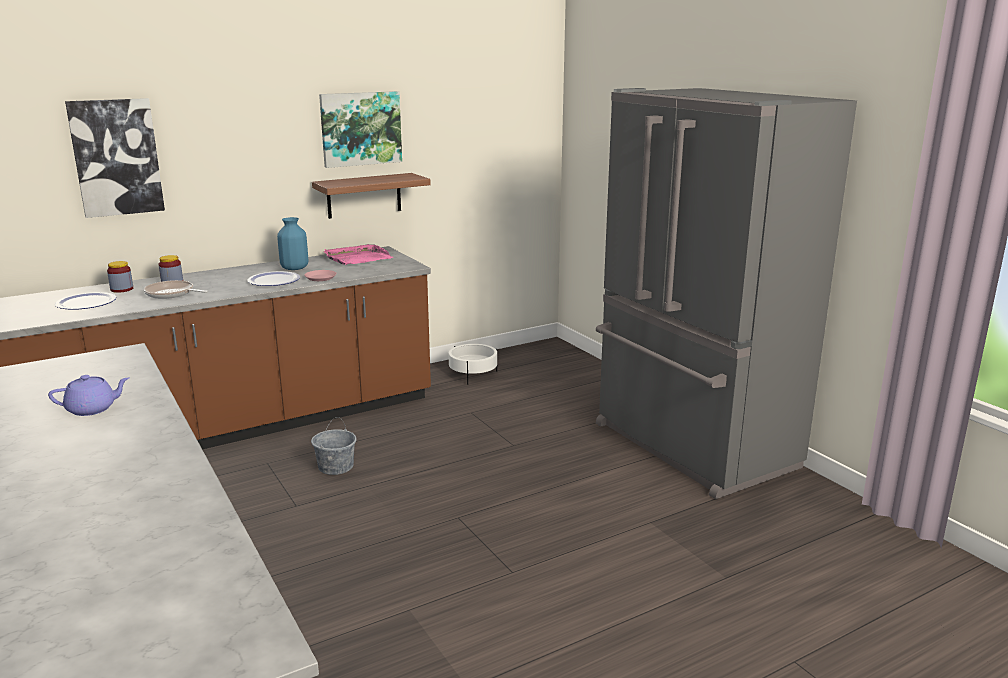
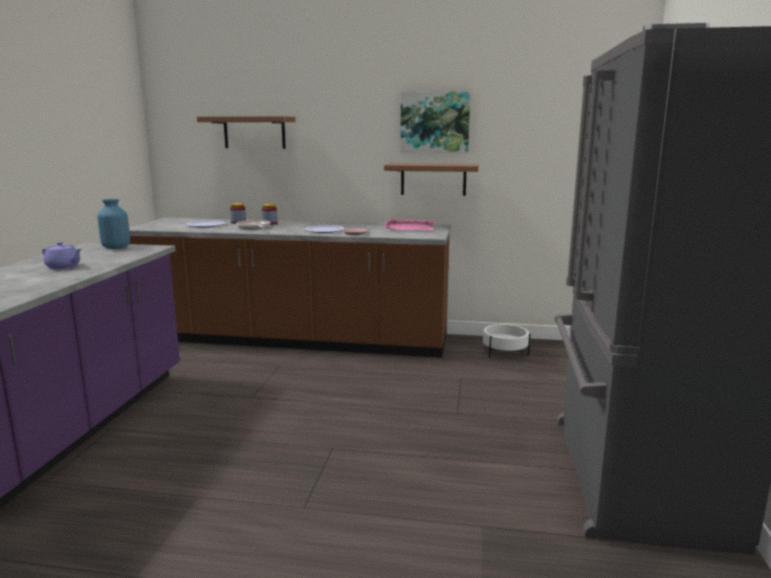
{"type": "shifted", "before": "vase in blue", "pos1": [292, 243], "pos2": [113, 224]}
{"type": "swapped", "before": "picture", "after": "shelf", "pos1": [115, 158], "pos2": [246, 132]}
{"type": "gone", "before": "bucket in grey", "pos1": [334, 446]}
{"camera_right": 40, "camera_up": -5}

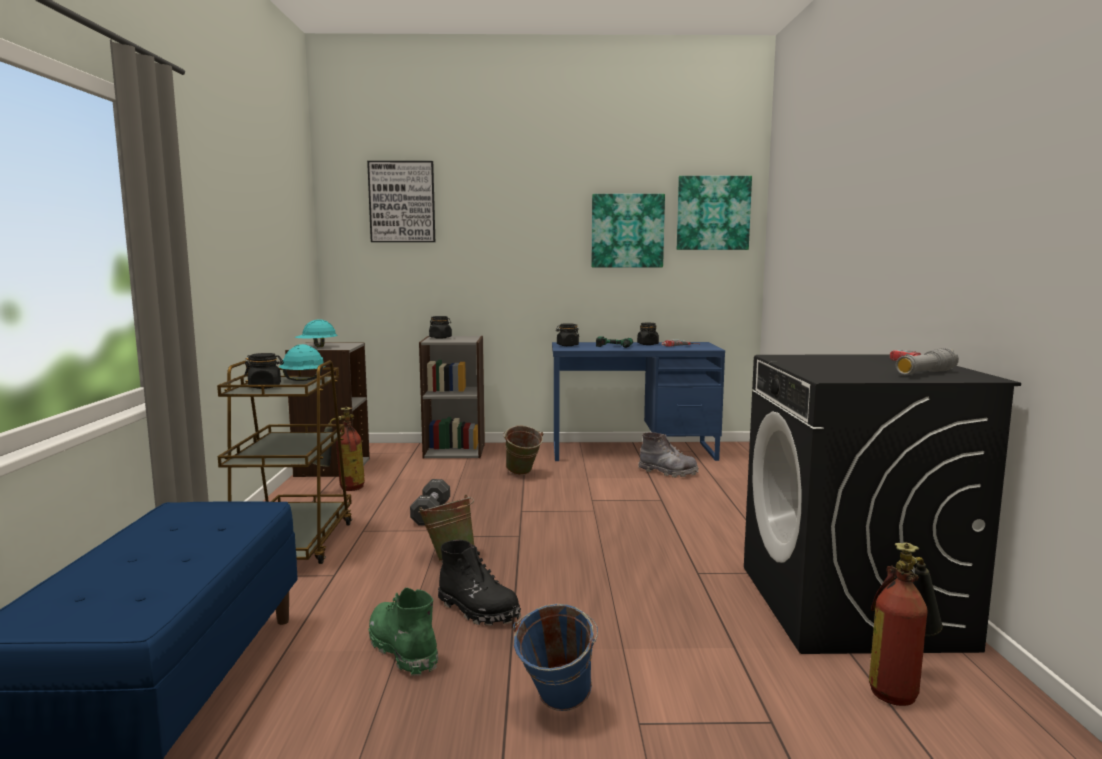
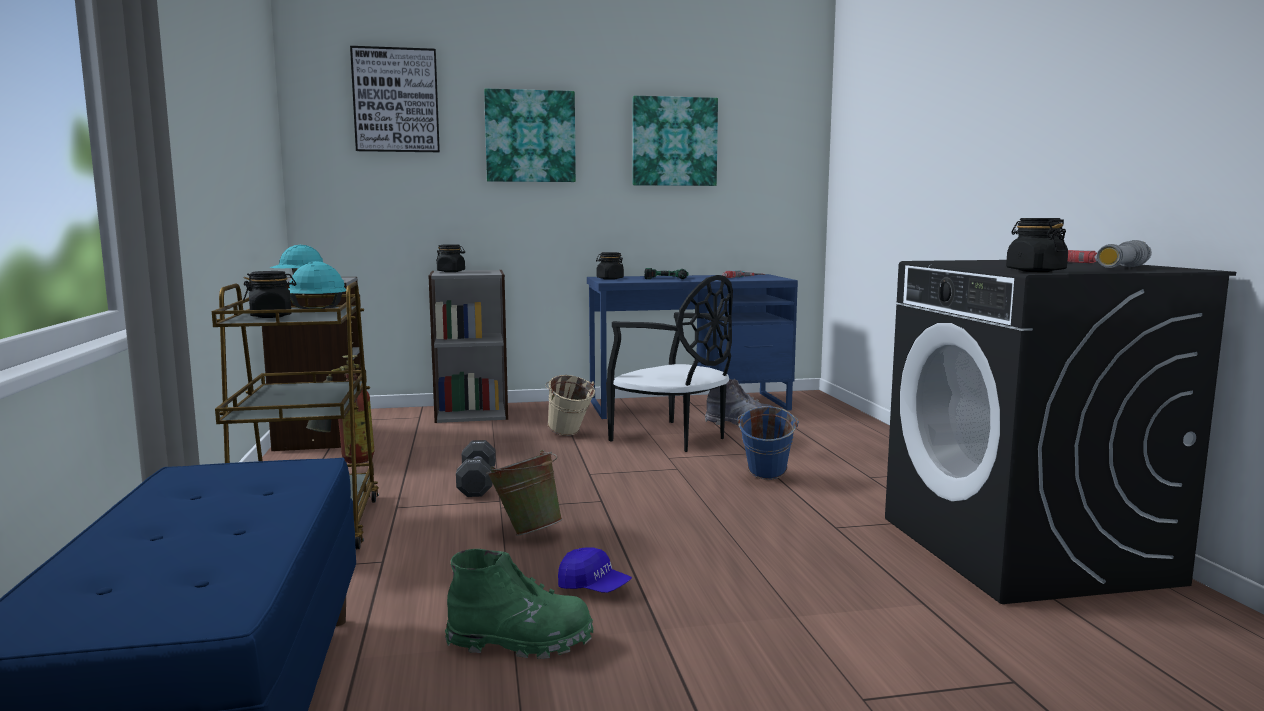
{"type": "rotated", "before": "boot in green", "pos1": [403, 632], "pos2": [519, 604], "turn": 135}
{"type": "shifted", "before": "picture", "pos1": [714, 213], "pos2": [530, 135]}
{"type": "repainted", "before": "bucket in green", "after": "bucket in beige", "pos1": [523, 450], "pos2": [570, 405]}
{"type": "swapped", "before": "boot in black", "after": "cap in blue", "pos1": [479, 583], "pos2": [595, 570]}
{"type": "new", "after": "chair in black", "pos2": [669, 363]}
{"type": "shifted", "before": "bucket in blue", "pos1": [555, 657], "pos2": [768, 443]}
{"type": "shifted", "before": "jar in black", "pos1": [648, 334], "pos2": [1037, 245]}
{"type": "gone", "before": "fire extinguisher", "pos1": [906, 624]}
{"camera_right": -10, "camera_up": 0}

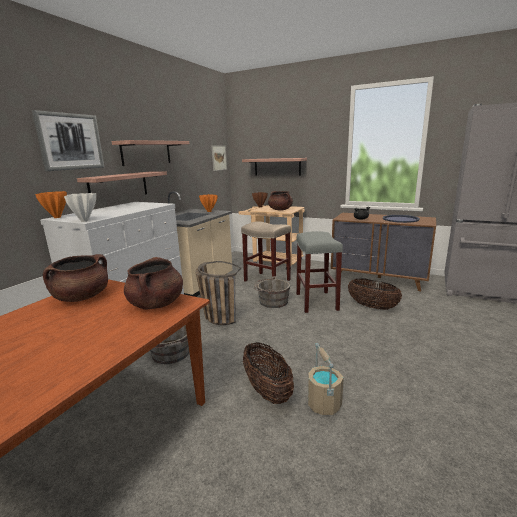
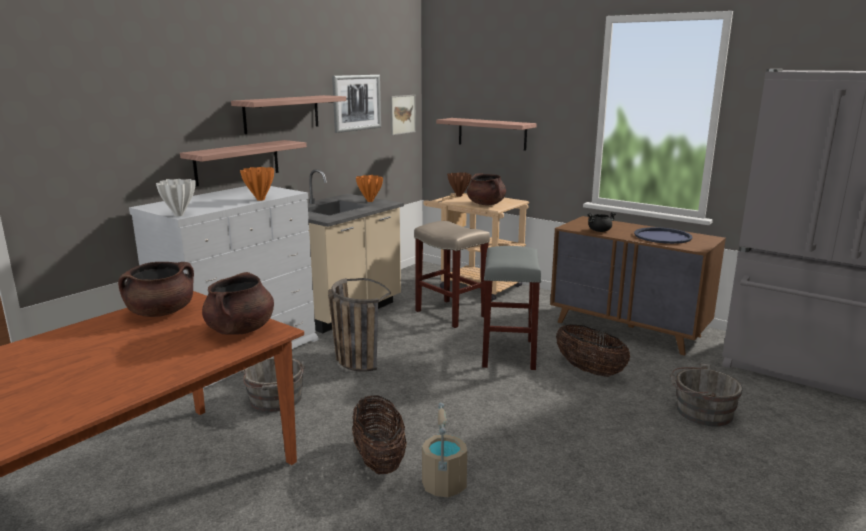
{"type": "shifted", "before": "vase in orange", "pos1": [51, 204], "pos2": [257, 184]}
{"type": "shifted", "before": "picture", "pos1": [68, 140], "pos2": [356, 104]}
{"type": "shifted", "before": "bucket in grey", "pos1": [272, 292], "pos2": [706, 395]}
{"camera_right": 10, "camera_up": 0}

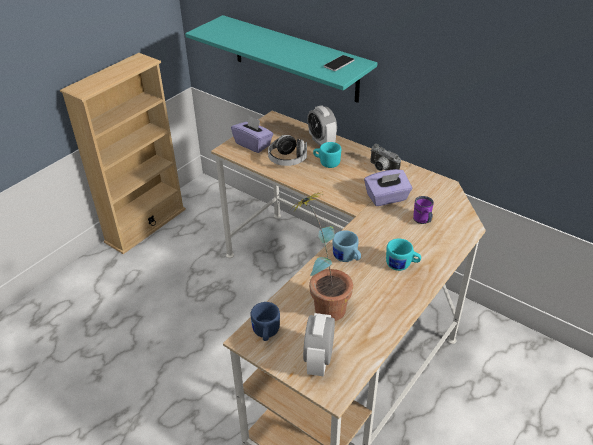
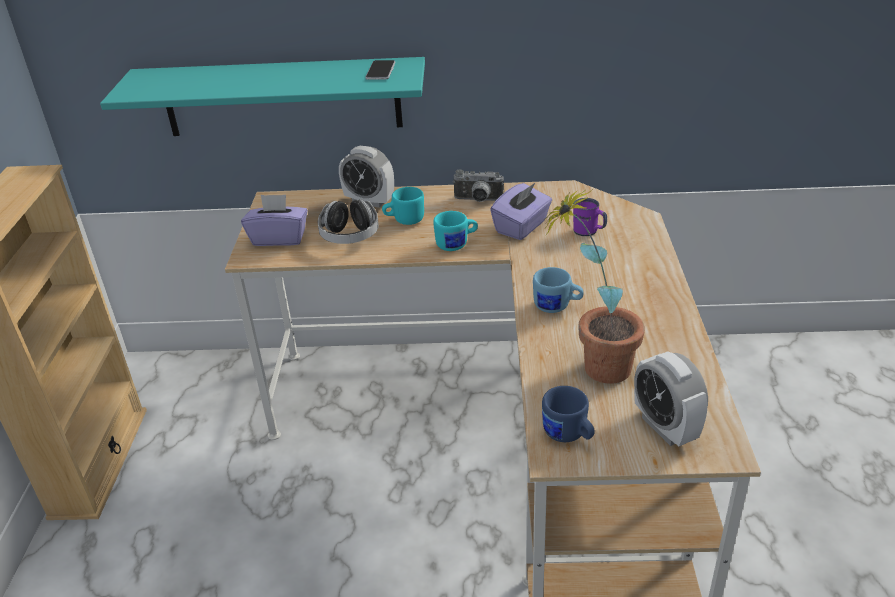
{"type": "shifted", "before": "mug in turquoise", "pos1": [403, 254], "pos2": [455, 231]}
{"camera_right": -35, "camera_up": -5}

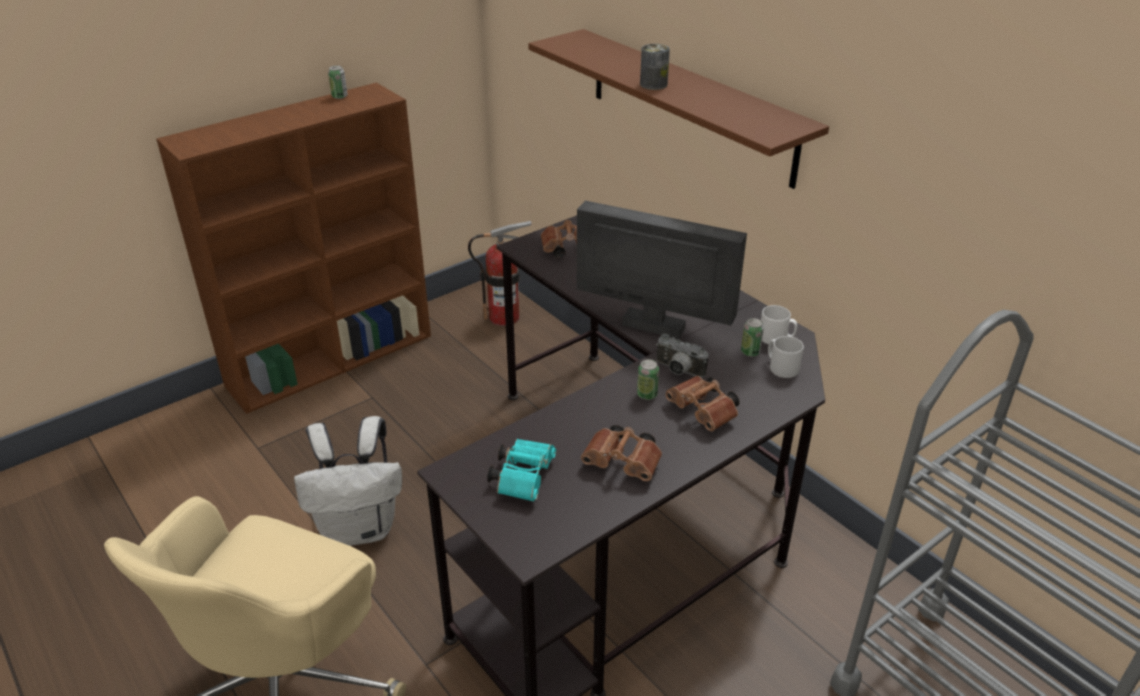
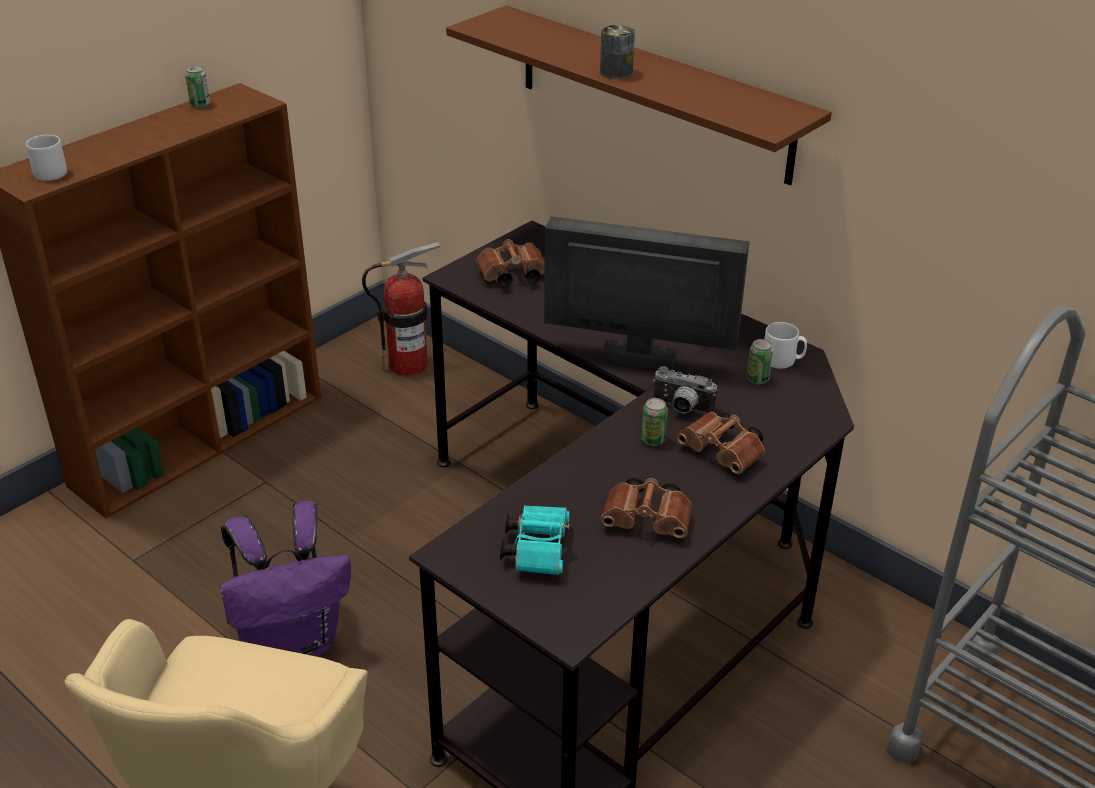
{"type": "shifted", "before": "mug in grey", "pos1": [786, 357], "pos2": [46, 158]}
{"type": "repainted", "before": "backpack in white", "after": "backpack in purple", "pos1": [348, 481], "pos2": [285, 579]}
{"camera_right": -10, "camera_up": 0}

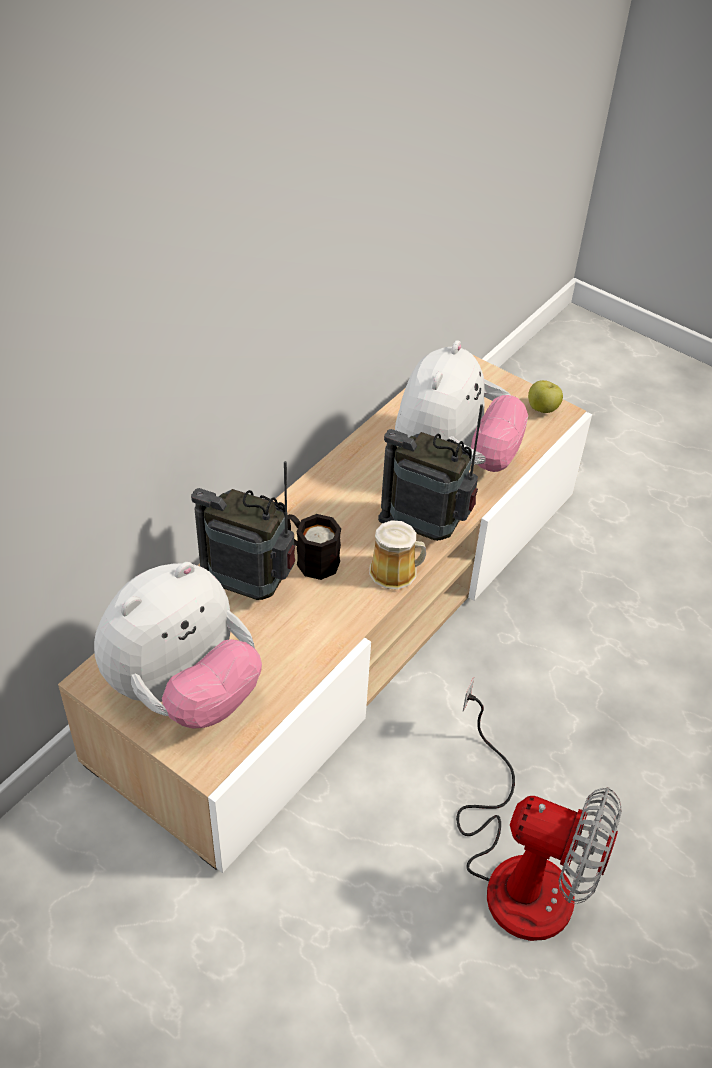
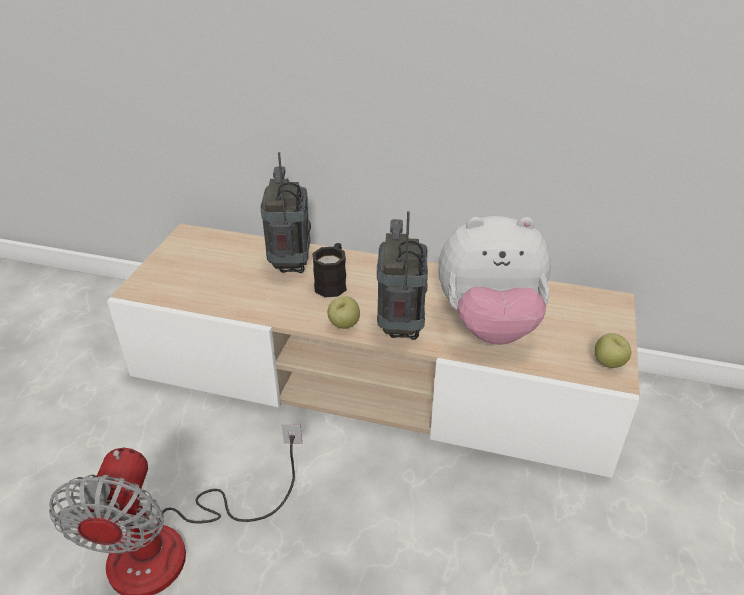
{"type": "swapped", "before": "mug", "after": "apple", "pos1": [397, 555], "pos2": [344, 312]}
{"type": "gone", "before": "plush toy", "pos1": [178, 645]}
{"camera_right": 70, "camera_up": -10}

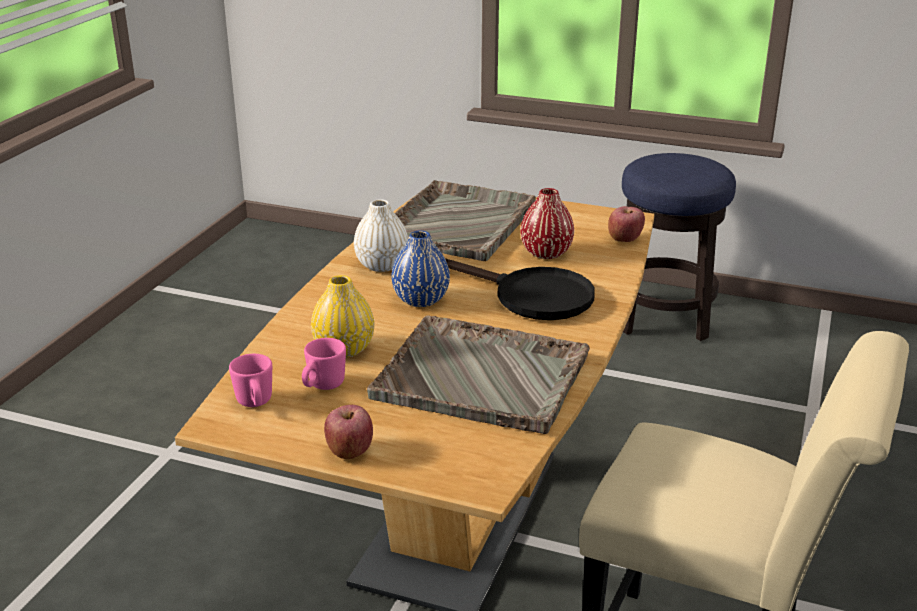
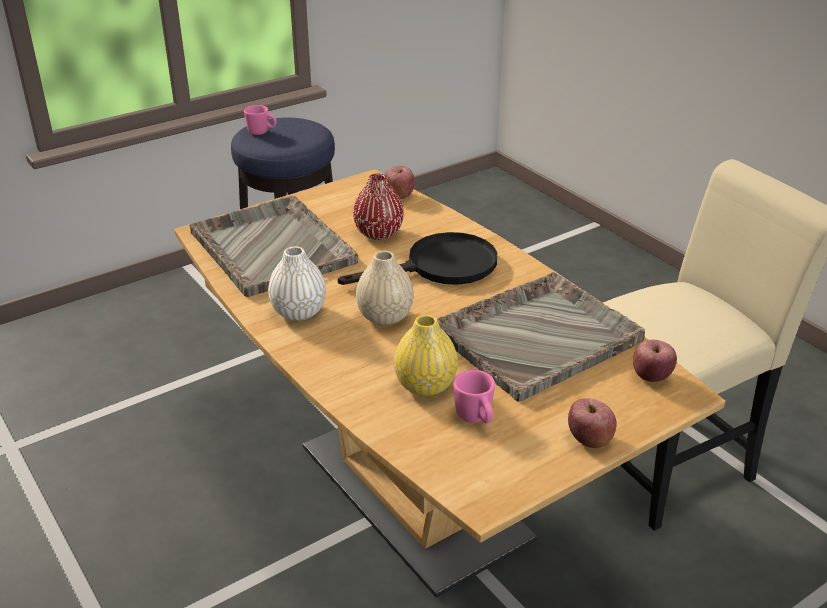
{"type": "shifted", "before": "mug in pink", "pos1": [250, 380], "pos2": [260, 120]}
{"type": "repainted", "before": "vase in blue", "after": "vase in beige", "pos1": [420, 268], "pos2": [385, 288]}
{"type": "new", "after": "apple", "pos2": [655, 361]}
{"camera_right": -55, "camera_up": 5}

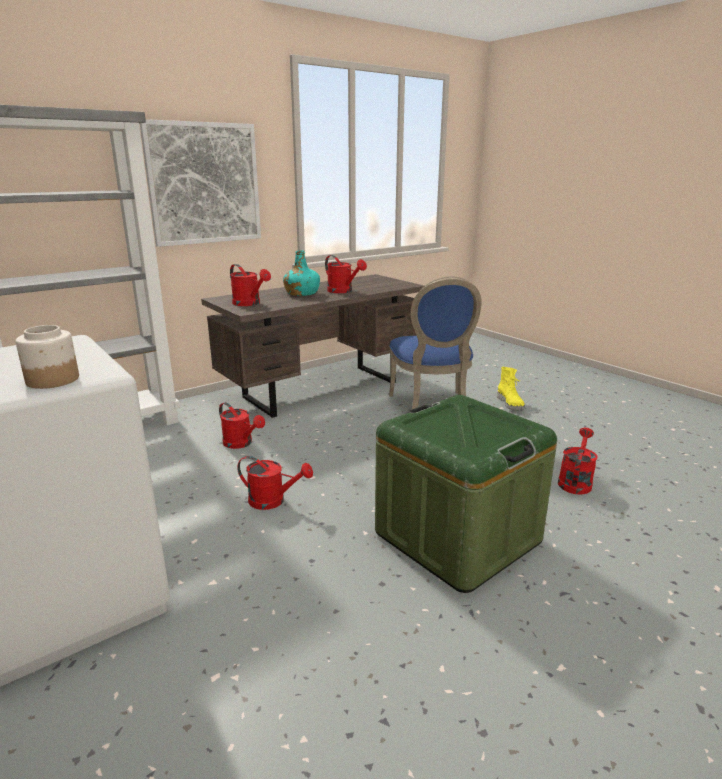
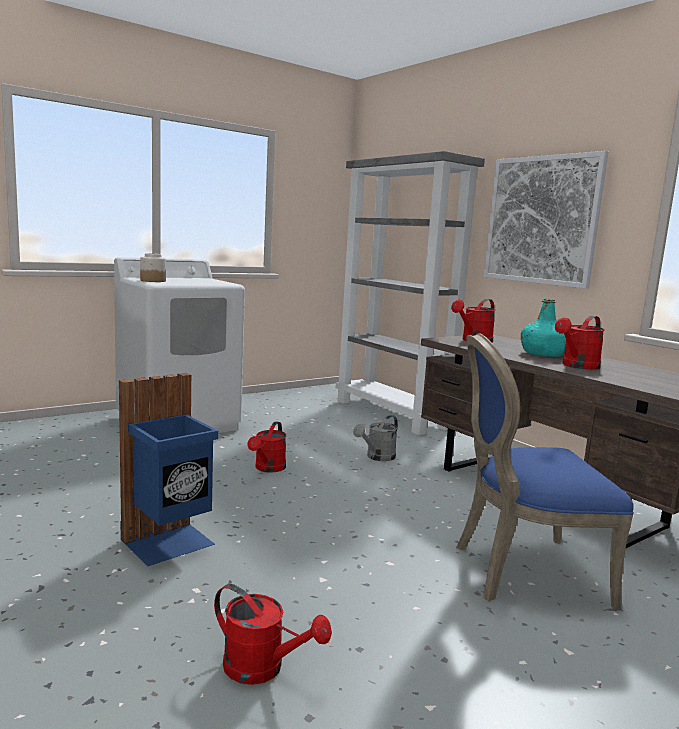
{"type": "swapped", "before": "storage box in green", "after": "trash can in blue", "pos1": [466, 494], "pos2": [168, 469]}
{"type": "repainted", "before": "watering can in red", "after": "watering can in grey", "pos1": [242, 425], "pos2": [375, 438]}
{"type": "gone", "before": "boot in yellow", "pos1": [511, 388]}
{"camera_right": 90, "camera_up": -10}

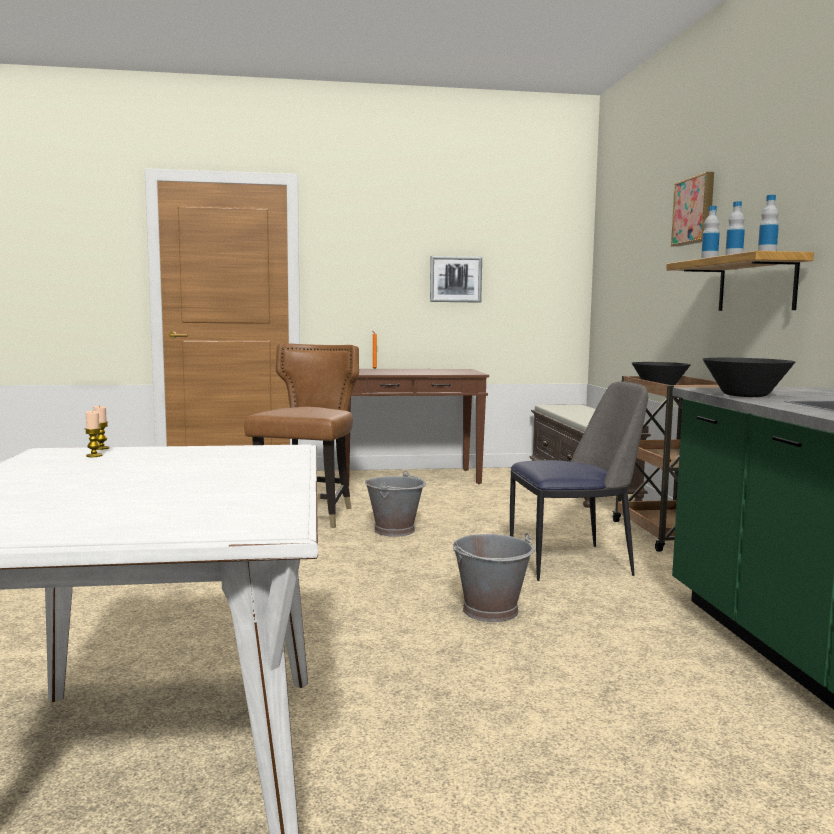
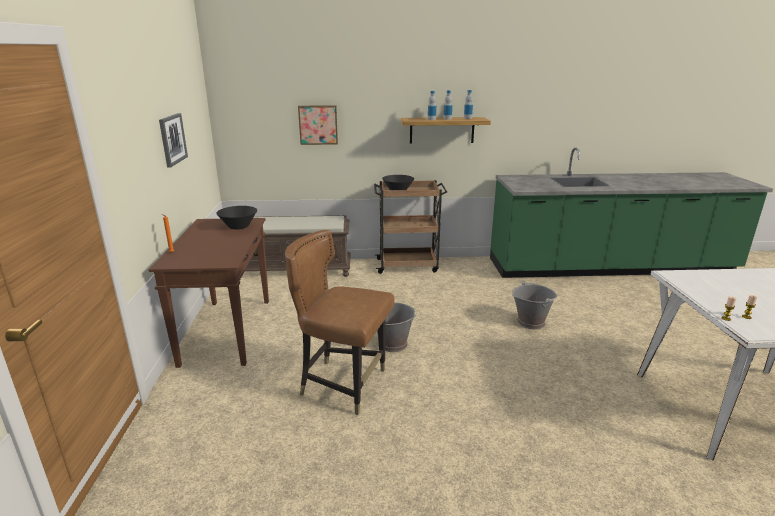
{"type": "shifted", "before": "bowl in black", "pos1": [748, 377], "pos2": [236, 218]}
{"type": "shifted", "before": "picture", "pos1": [692, 209], "pos2": [318, 125]}
{"type": "gone", "before": "chair", "pos1": [579, 481]}
{"camera_right": -85, "camera_up": 15}

